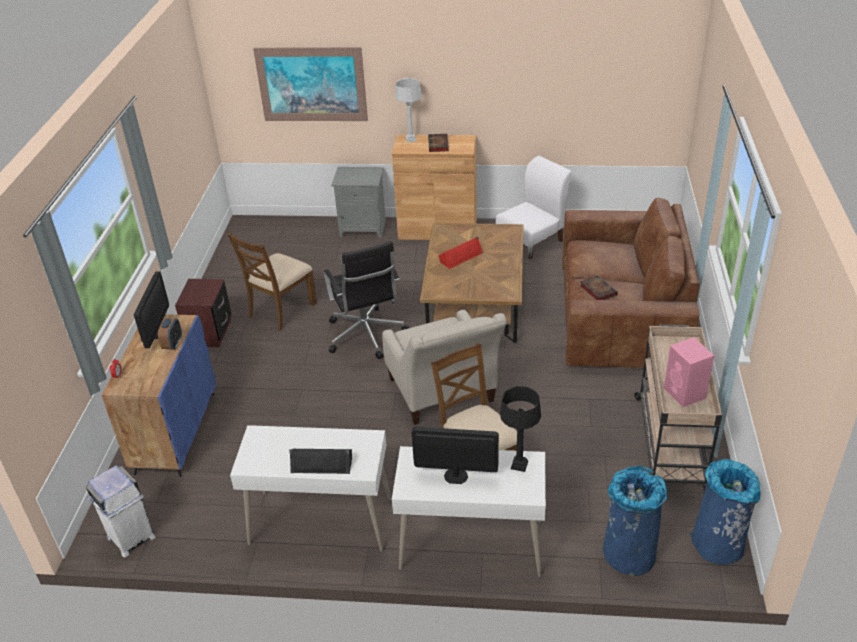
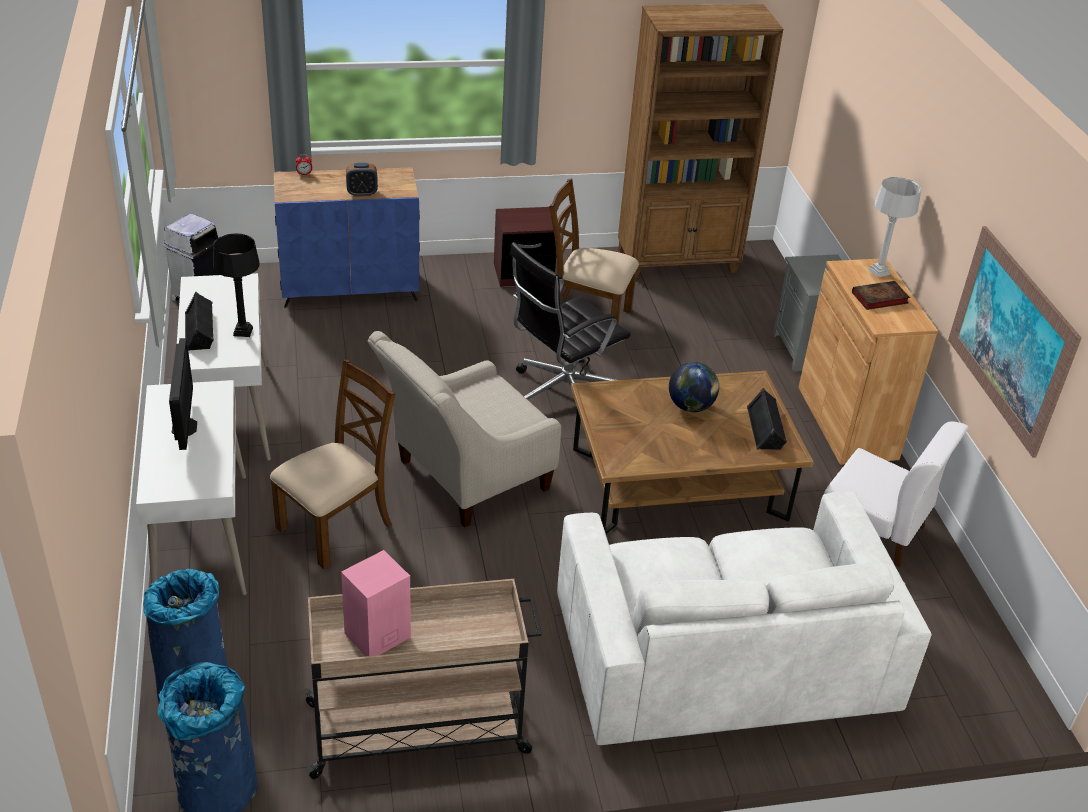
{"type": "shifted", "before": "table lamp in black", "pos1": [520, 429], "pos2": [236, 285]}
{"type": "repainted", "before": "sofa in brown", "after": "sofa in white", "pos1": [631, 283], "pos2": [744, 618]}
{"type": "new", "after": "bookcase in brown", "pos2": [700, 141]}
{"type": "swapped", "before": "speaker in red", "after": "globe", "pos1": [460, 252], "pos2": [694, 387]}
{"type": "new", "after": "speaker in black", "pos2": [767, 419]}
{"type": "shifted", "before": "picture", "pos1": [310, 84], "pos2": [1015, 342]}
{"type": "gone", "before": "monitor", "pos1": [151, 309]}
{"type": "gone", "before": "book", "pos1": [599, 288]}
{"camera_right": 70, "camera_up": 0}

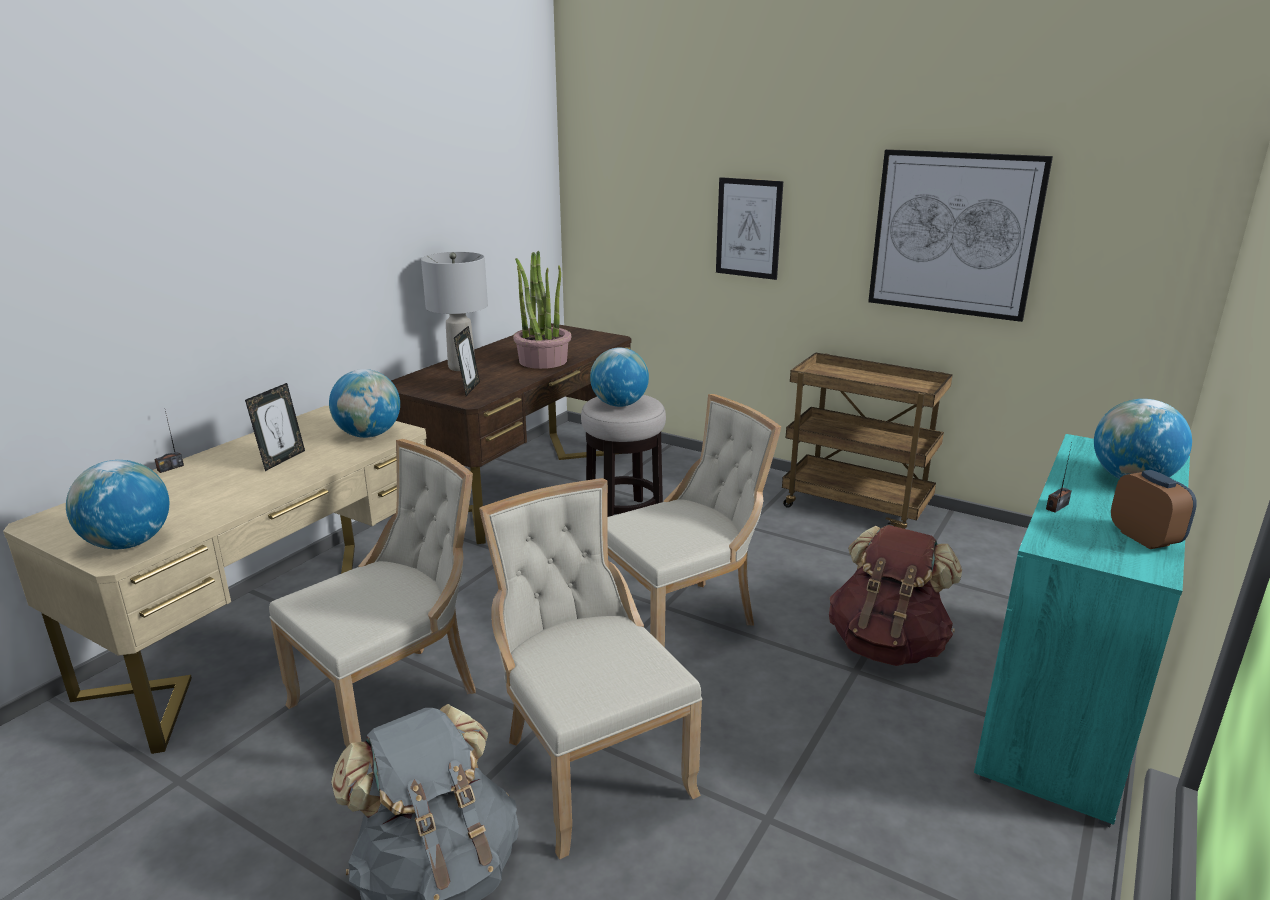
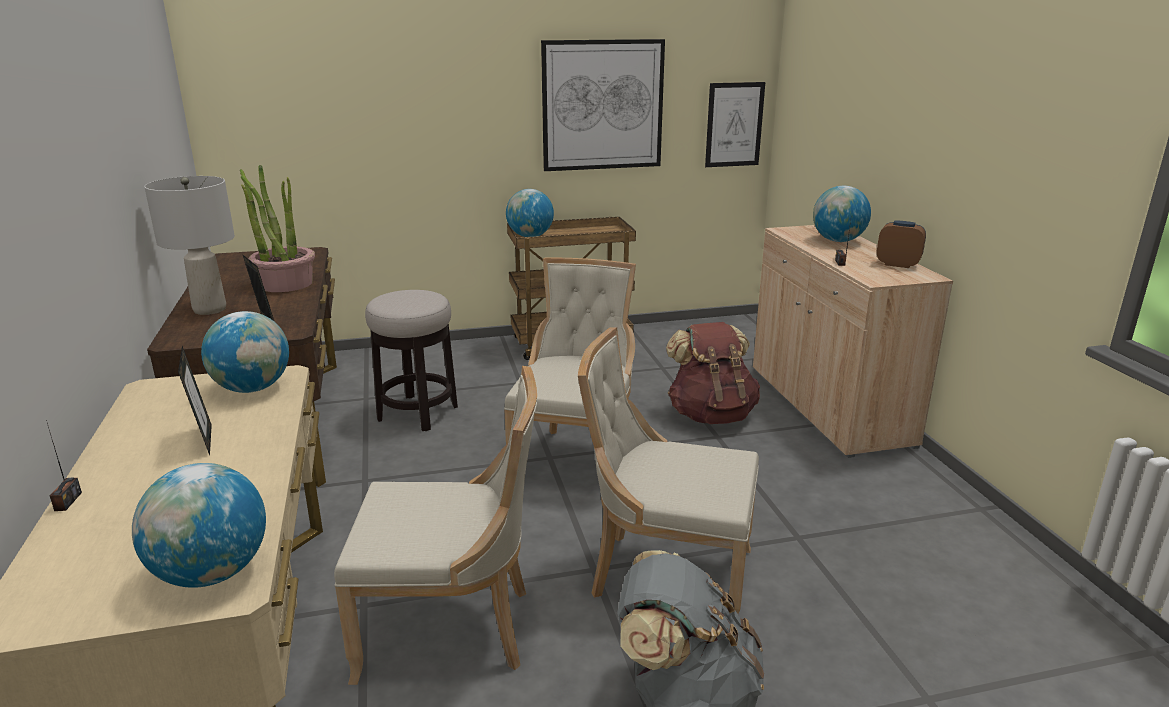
{"type": "rotated", "before": "chair in beige", "pos1": [372, 593], "pos2": [435, 525], "turn": 90}
{"type": "shifted", "before": "globe", "pos1": [619, 377], "pos2": [530, 213]}
{"type": "shifted", "before": "picture", "pos1": [749, 228], "pos2": [735, 124]}
{"type": "repainted", "before": "cabinet in turquoise", "after": "cabinet in beige", "pos1": [1082, 630], "pos2": [853, 341]}
{"camera_right": -45, "camera_up": 0}

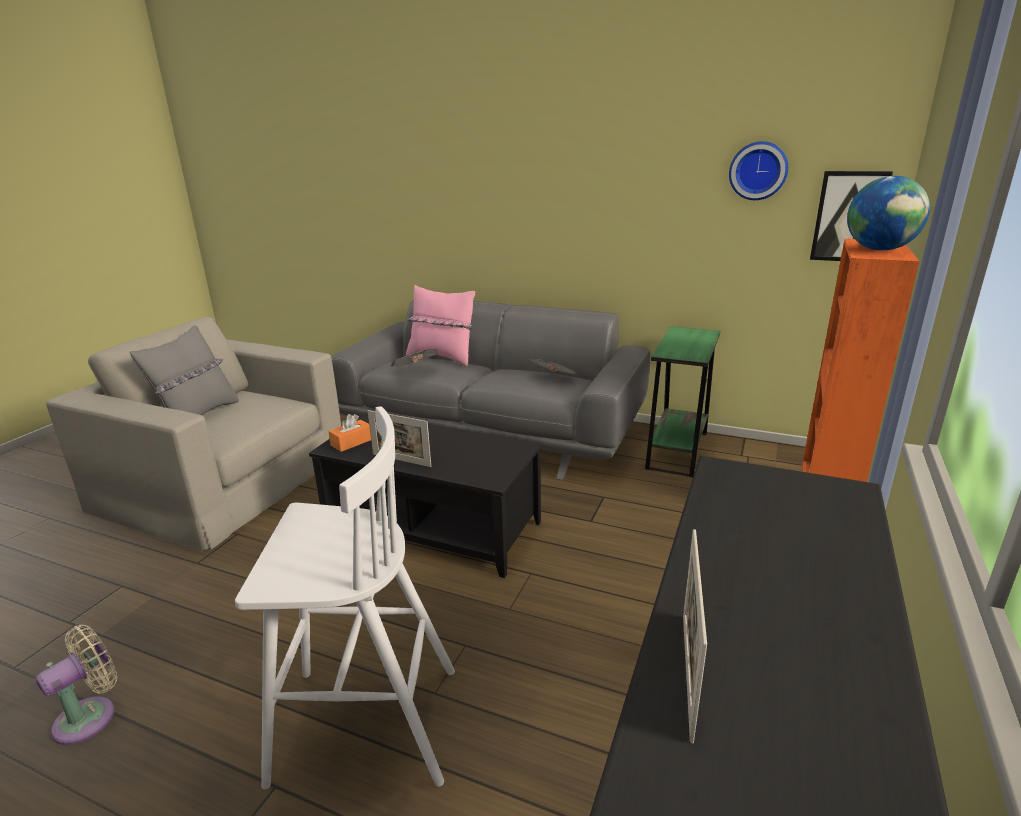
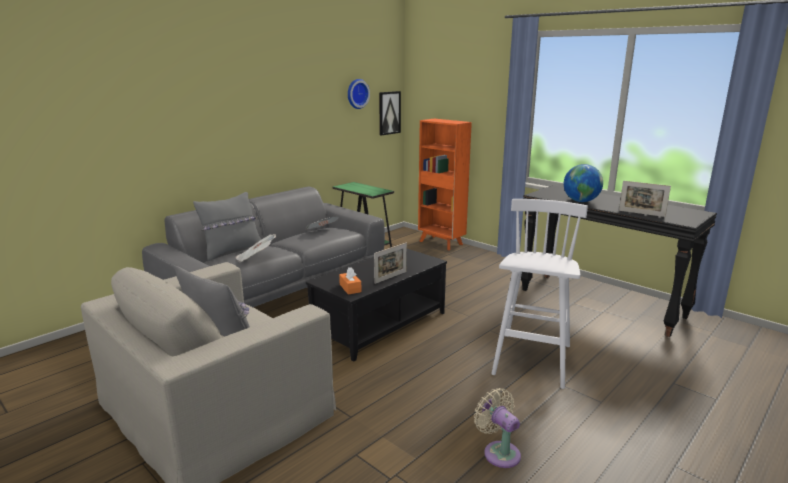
{"type": "repainted", "before": "pillow in pink", "after": "pillow in grey", "pos1": [440, 325], "pos2": [227, 226]}
{"type": "shifted", "before": "globe", "pos1": [888, 213], "pos2": [583, 183]}
{"camera_right": -70, "camera_up": -5}

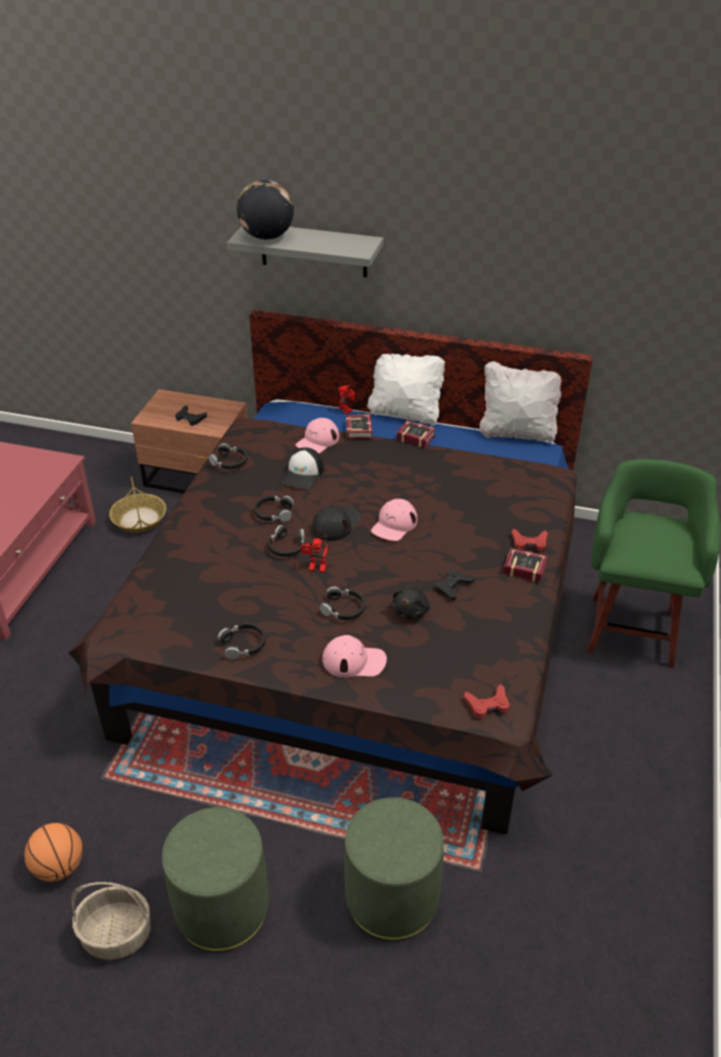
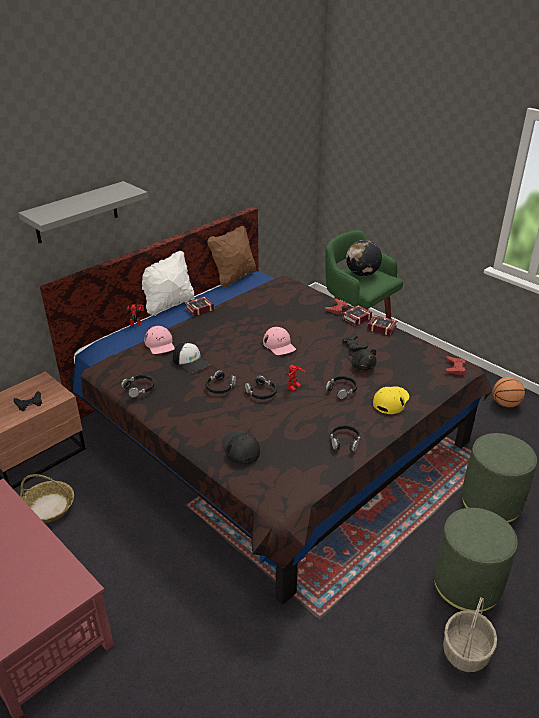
{"type": "repainted", "before": "pillow in white", "after": "pillow in brown", "pos1": [520, 402], "pos2": [231, 257]}
{"type": "shifted", "before": "cap in black", "pos1": [336, 523], "pos2": [240, 448]}
{"type": "shifted", "before": "globe", "pos1": [265, 210], "pos2": [364, 258]}
{"type": "shifted", "before": "book", "pos1": [359, 426], "pos2": [382, 325]}
{"type": "repainted", "before": "cap in pink", "after": "cap in yellow", "pos1": [354, 656], "pos2": [391, 400]}
{"type": "shifted", "before": "basketball", "pos1": [54, 852], "pos2": [509, 392]}
{"camera_right": -60, "camera_up": -5}

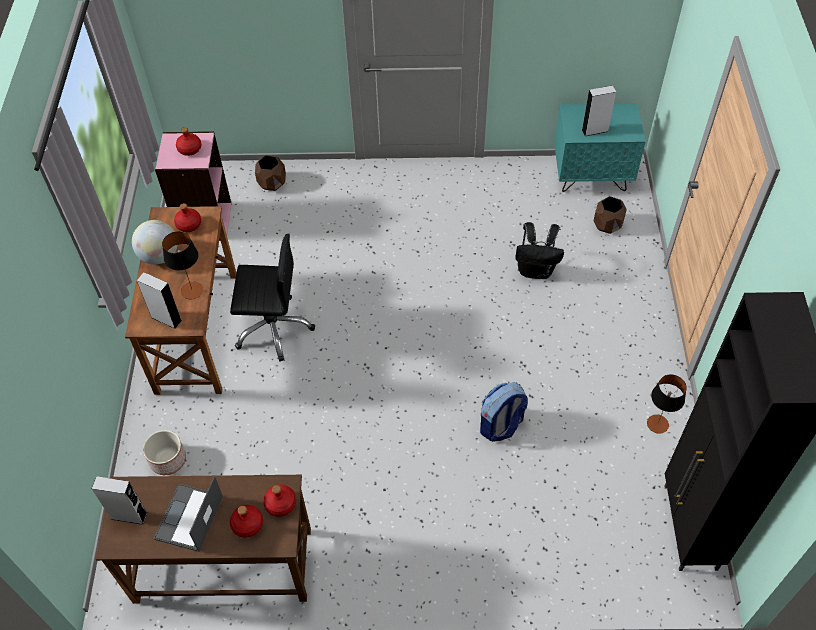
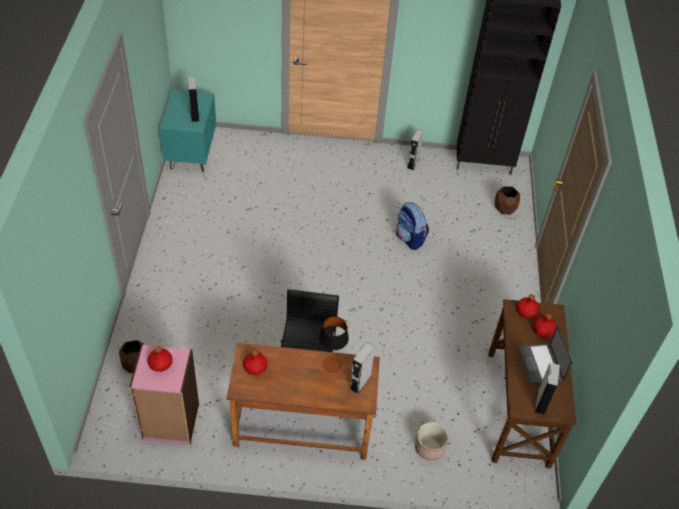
{"type": "swapped", "before": "table lamp", "after": "speaker in grey", "pos1": [667, 404], "pos2": [415, 149]}
{"type": "shifted", "before": "planter in brown", "pos1": [610, 215], "pos2": [507, 200]}
{"type": "rotated", "before": "laptop", "pos1": [188, 514], "pos2": [545, 355], "turn": 60}
{"type": "gone", "before": "globe", "pos1": [154, 242]}
{"type": "gone", "before": "backpack in black", "pos1": [539, 250]}
{"camera_right": -90, "camera_up": -5}

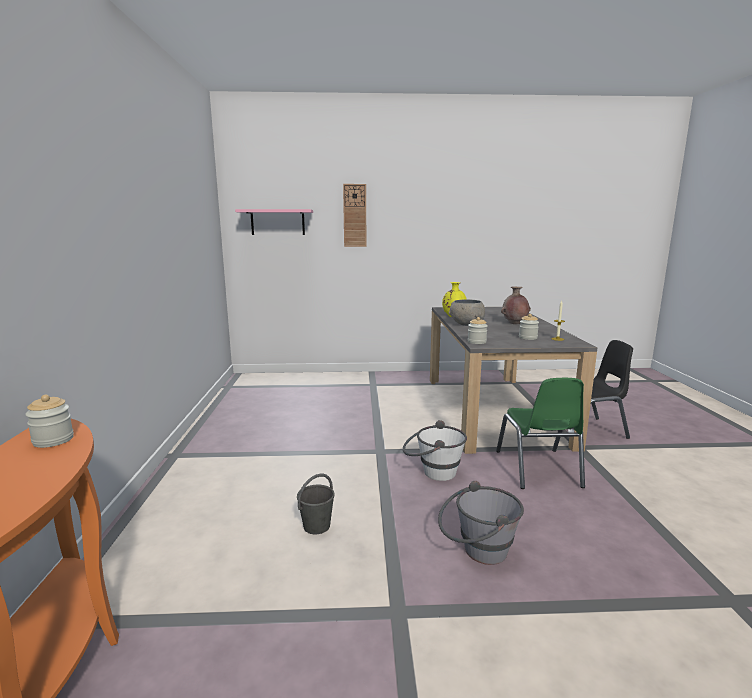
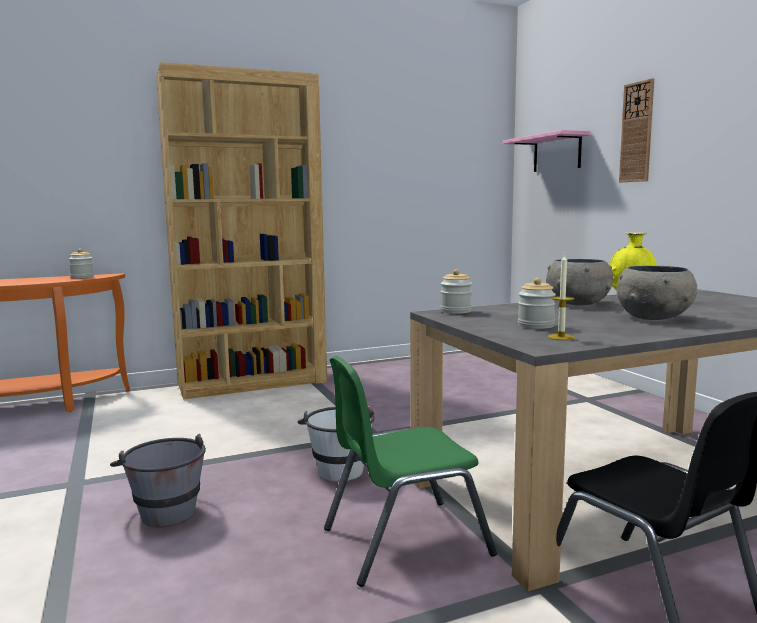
{"type": "new", "after": "bookcase in brown", "pos2": [241, 230]}
{"type": "swapped", "before": "vase in brown", "after": "bowl in grey", "pos1": [516, 305], "pos2": [657, 293]}
{"type": "gone", "before": "bucket in grey", "pos1": [316, 504]}
{"camera_right": 70, "camera_up": -5}

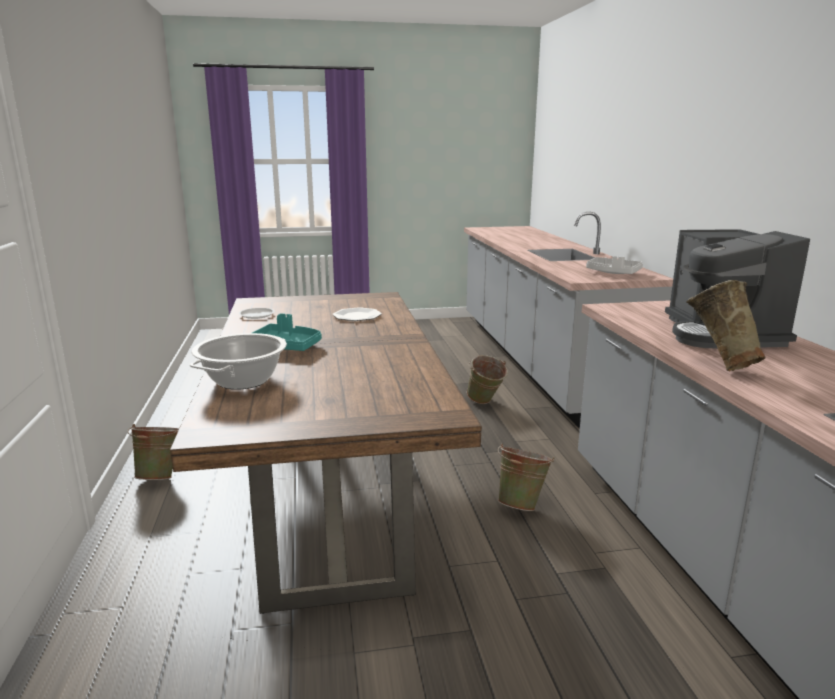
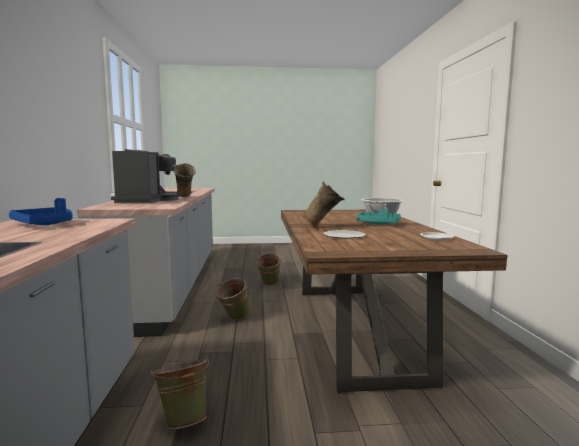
{"type": "repainted", "before": "tray in grey", "after": "tray in blue", "pos1": [614, 265], "pos2": [41, 211]}
{"type": "shifted", "before": "bucket in green", "pos1": [153, 452], "pos2": [268, 269]}
{"type": "new", "after": "vase in beige", "pos2": [323, 205]}
{"camera_right": -175, "camera_up": -10}

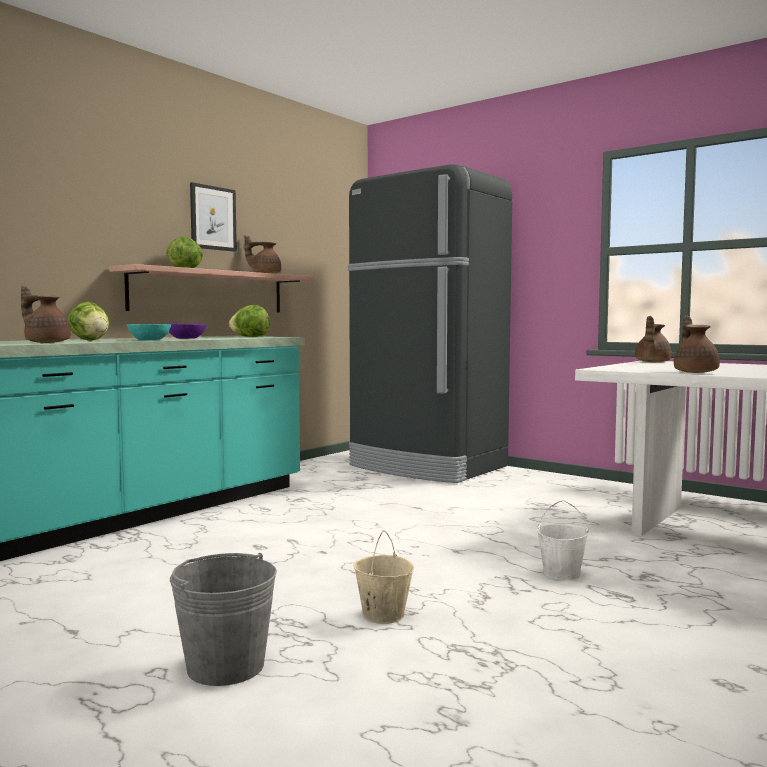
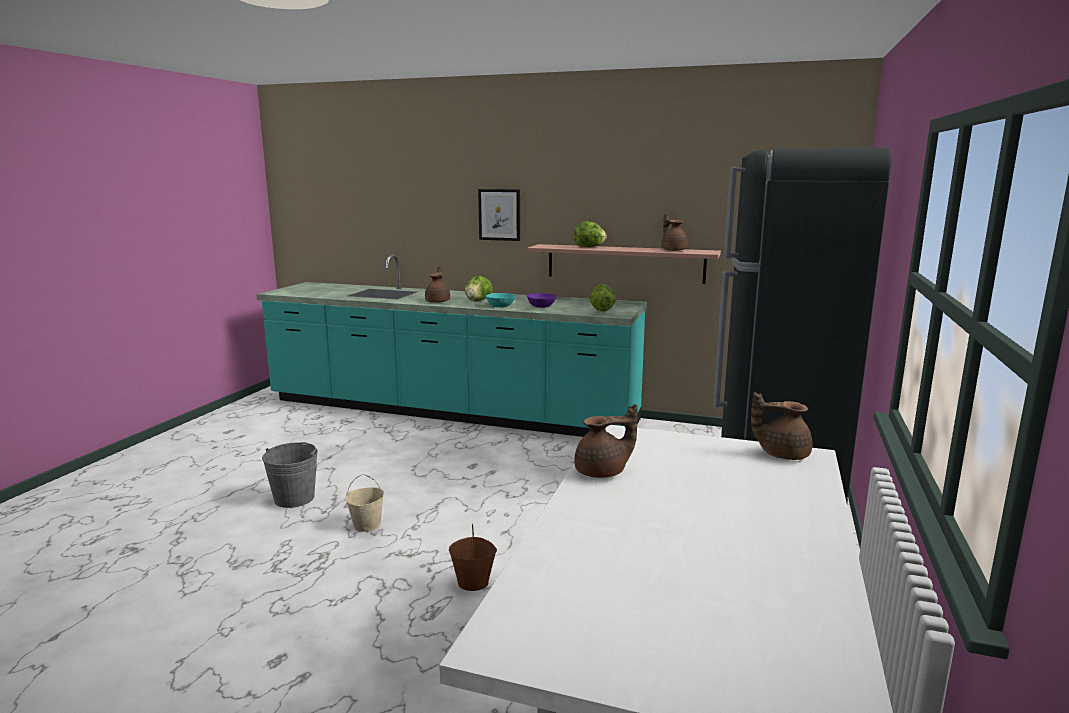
{"type": "repainted", "before": "bucket in white", "after": "bucket in brown", "pos1": [563, 540], "pos2": [473, 557]}
{"type": "shifted", "before": "picture", "pos1": [213, 217], "pos2": [499, 215]}
{"camera_right": 70, "camera_up": 10}

